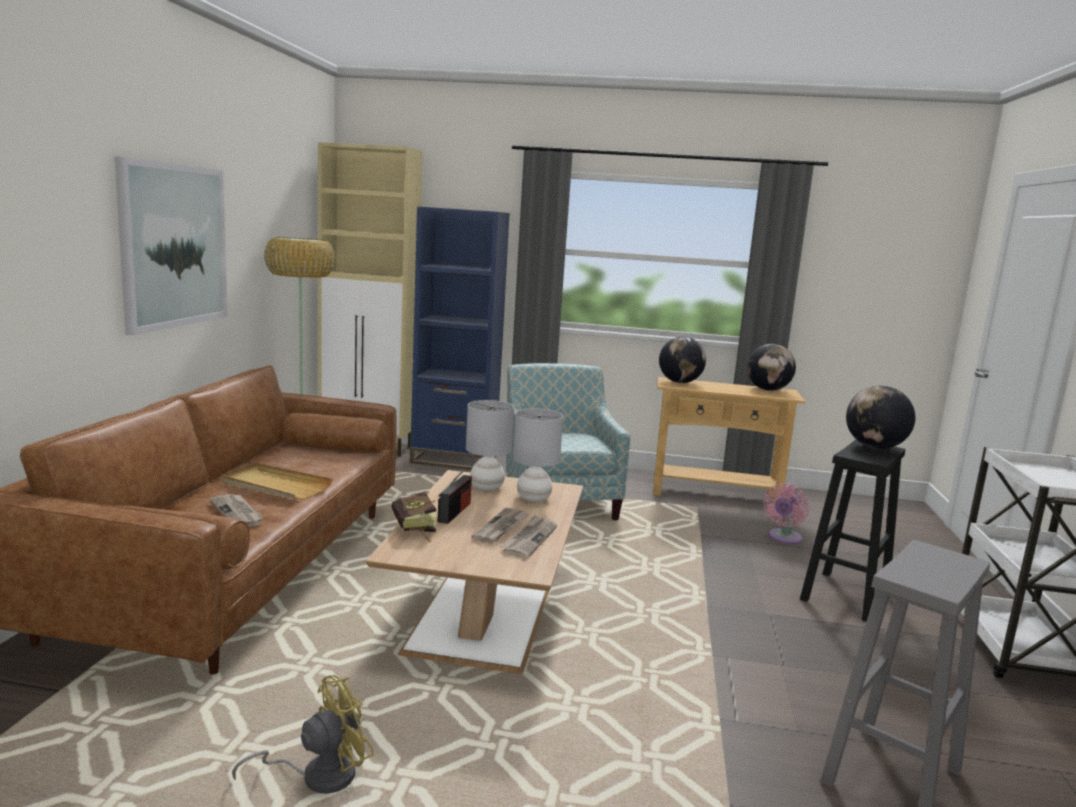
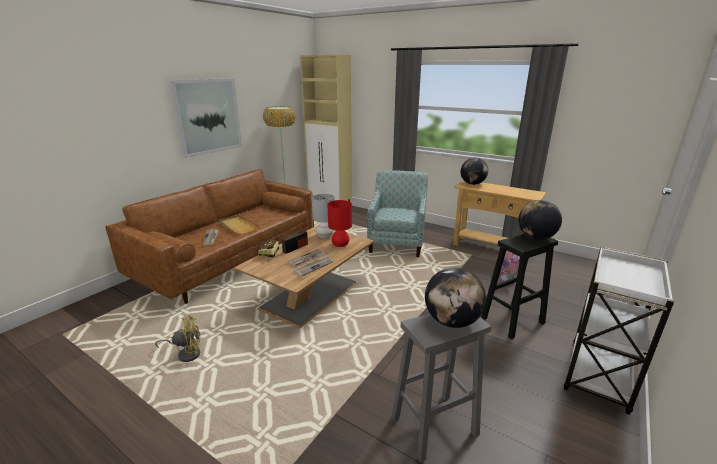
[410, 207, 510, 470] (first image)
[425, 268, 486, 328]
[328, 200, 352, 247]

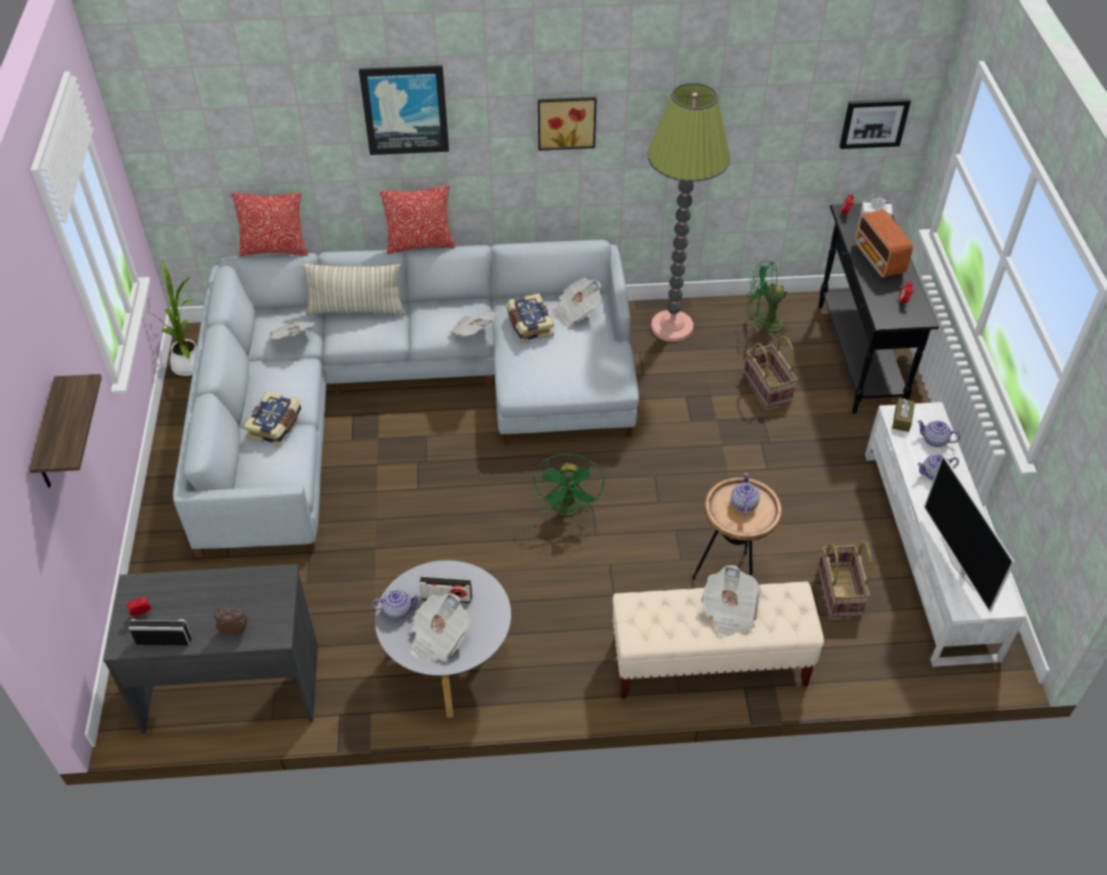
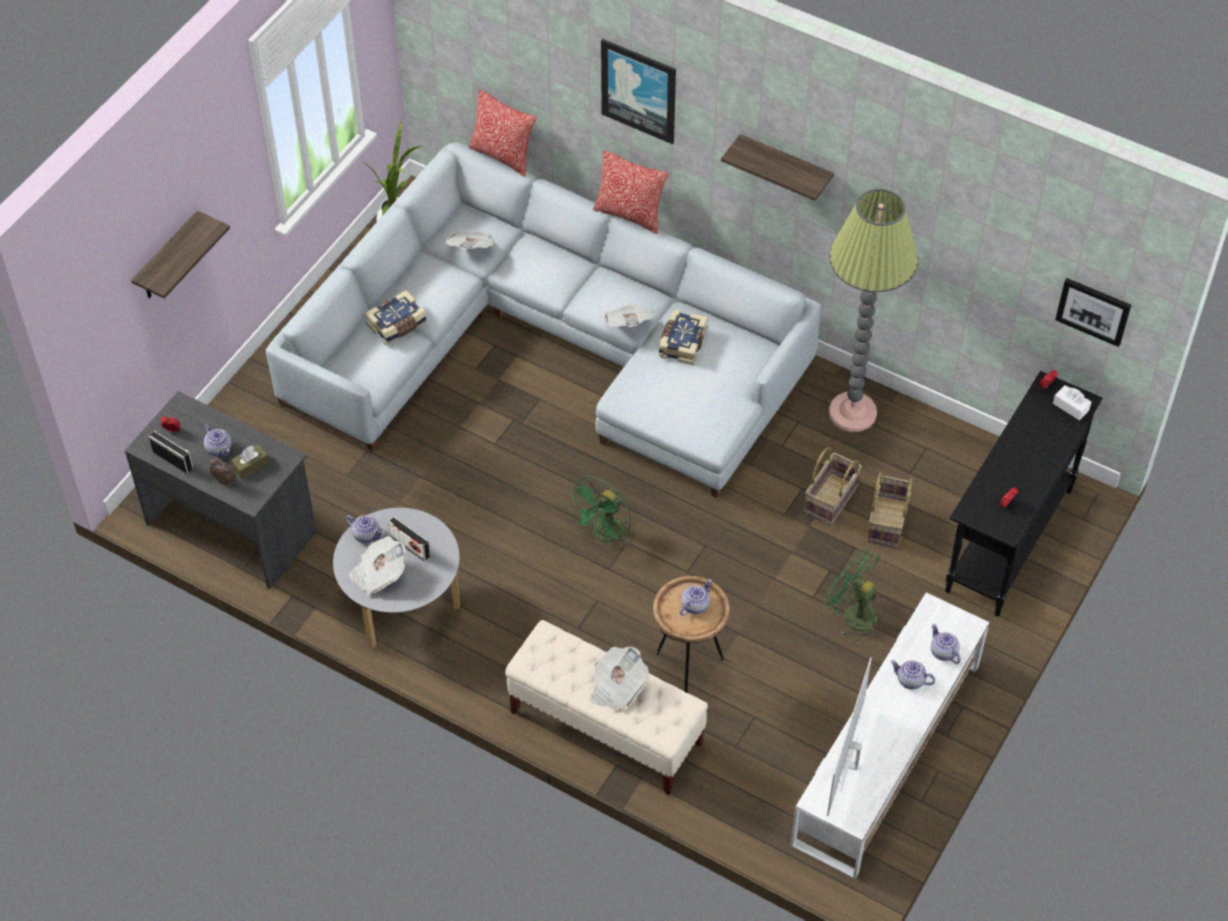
[302, 264, 405, 316] (first image)
[551, 278, 602, 326] (first image)
[855, 209, 913, 278] (first image)
[204, 424, 232, 457]
[824, 549, 880, 640]
[804, 447, 862, 526]
[231, 444, 269, 479]
[721, 134, 834, 201]

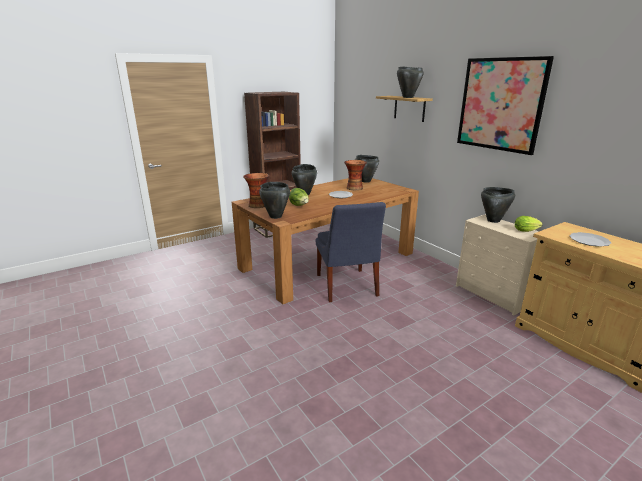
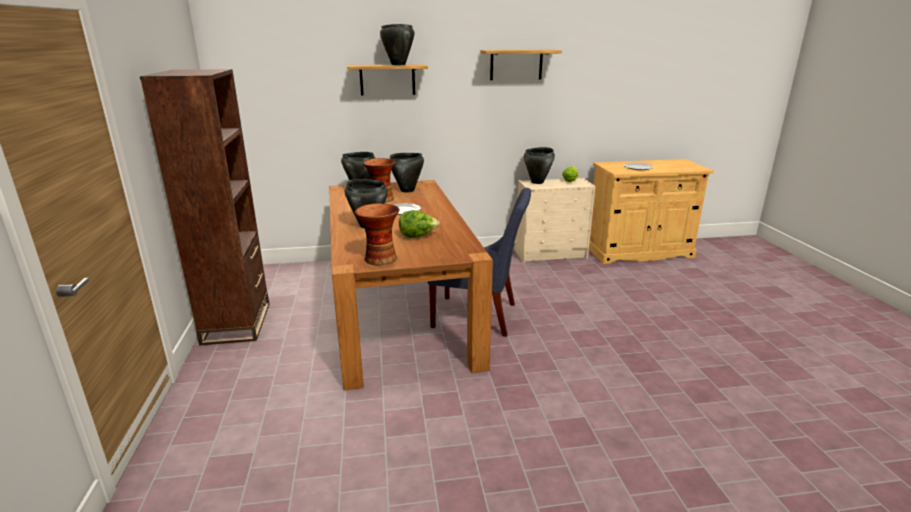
[390, 153, 424, 192]
[480, 50, 562, 80]

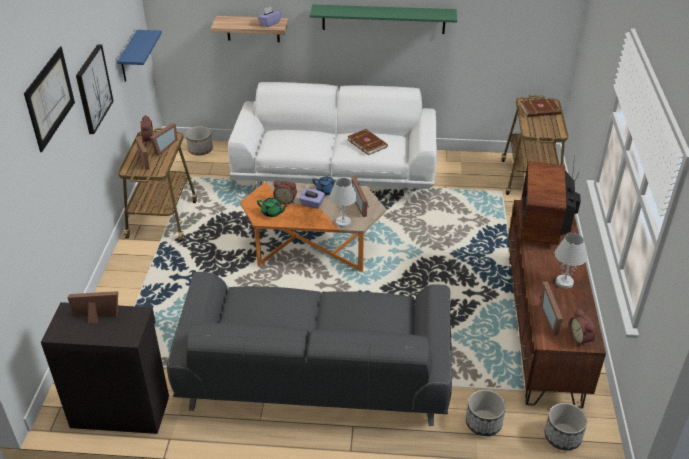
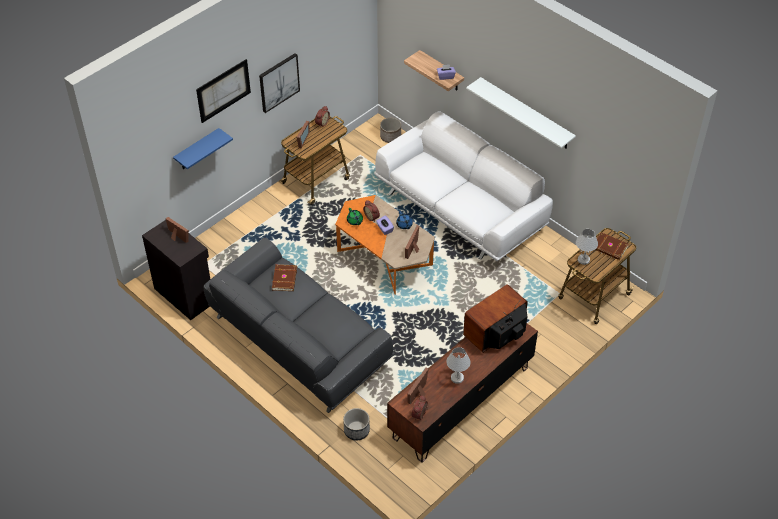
[150, 123, 178, 156] (first image)
[545, 403, 587, 450] (first image)
[173, 128, 233, 169]
[576, 229, 598, 265]
[272, 264, 297, 291]
[466, 77, 576, 148]

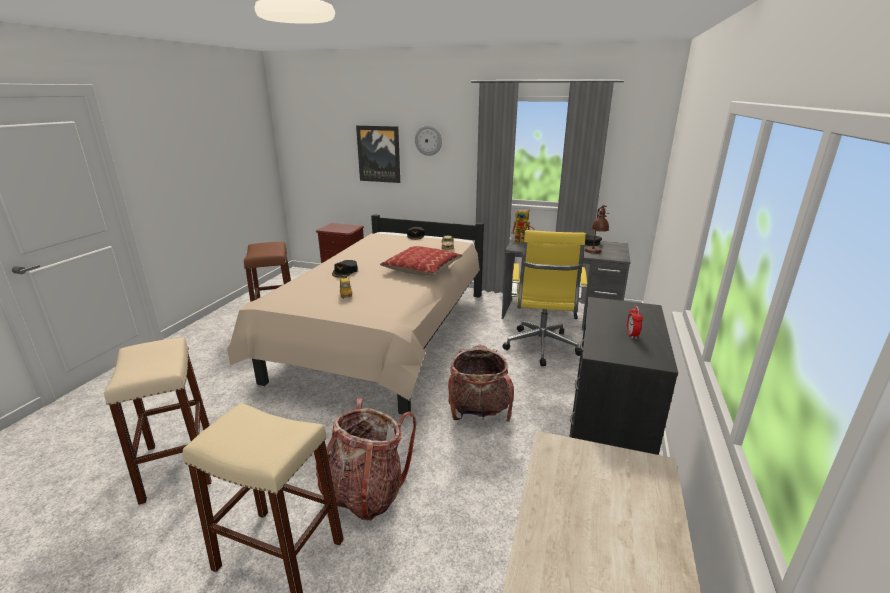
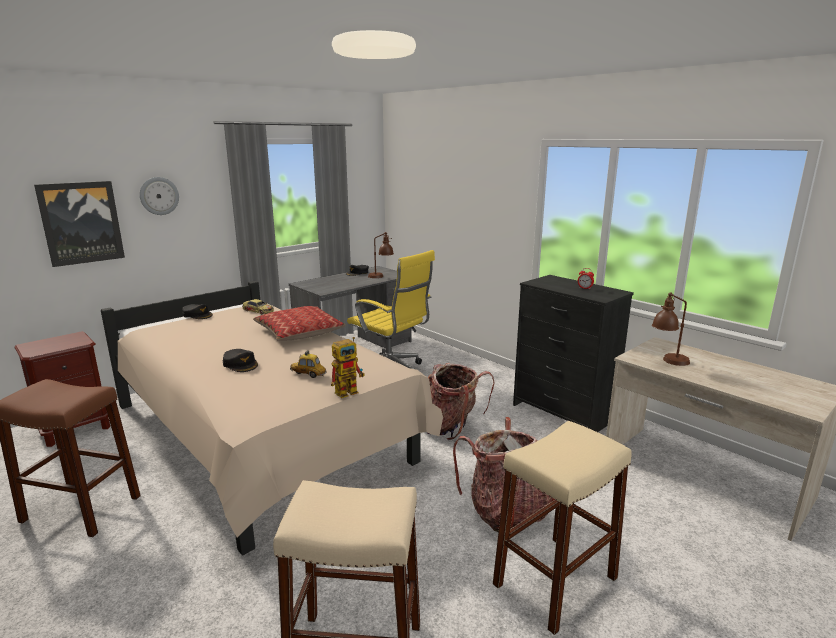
[652, 293, 690, 366]
[331, 337, 365, 398]

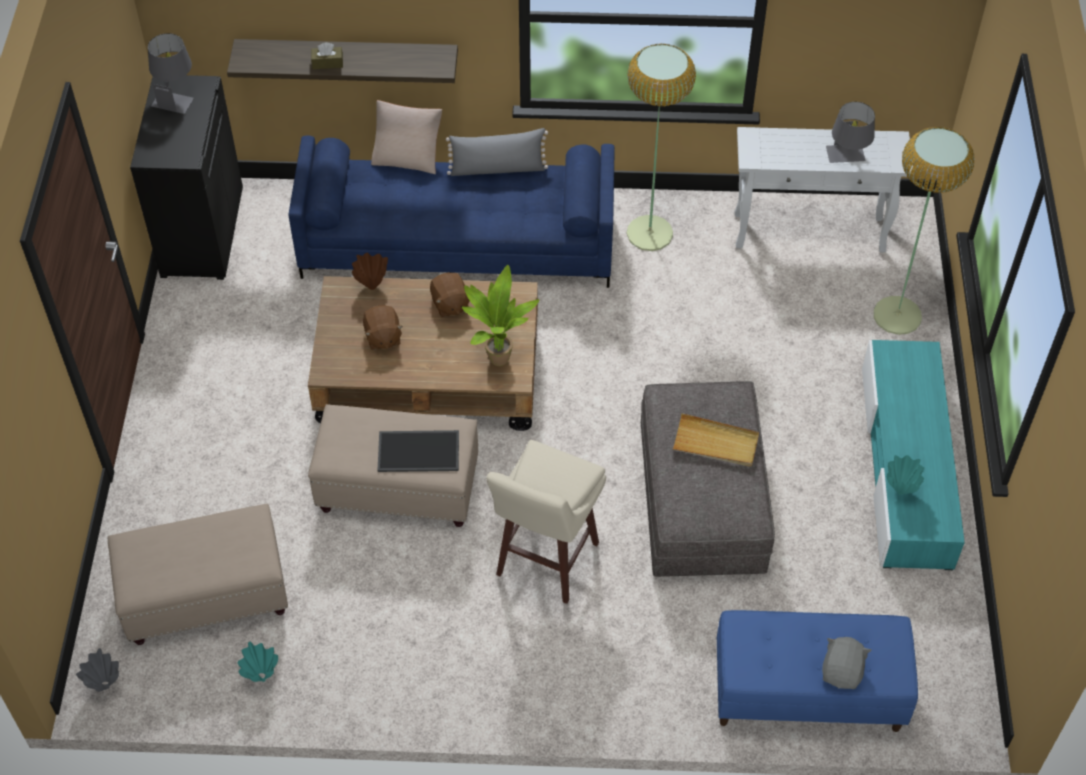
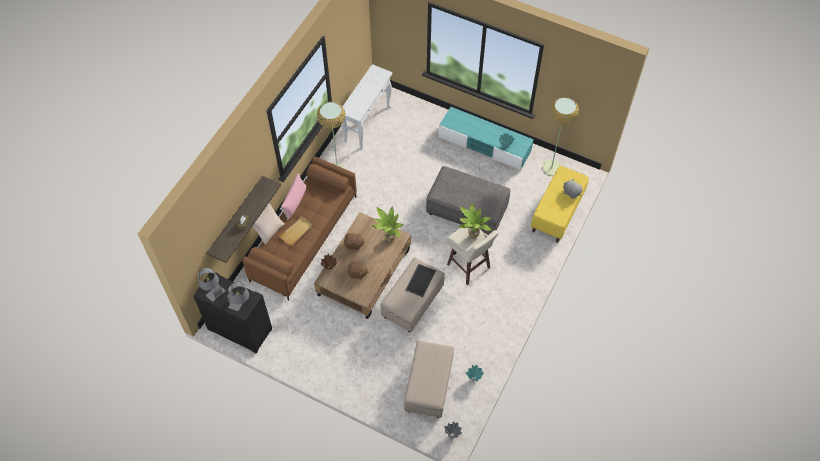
[459, 203, 492, 239]
[279, 216, 313, 246]
[227, 282, 249, 311]
[542, 97, 579, 176]
[242, 156, 357, 301]
[280, 173, 306, 220]
[531, 166, 589, 243]

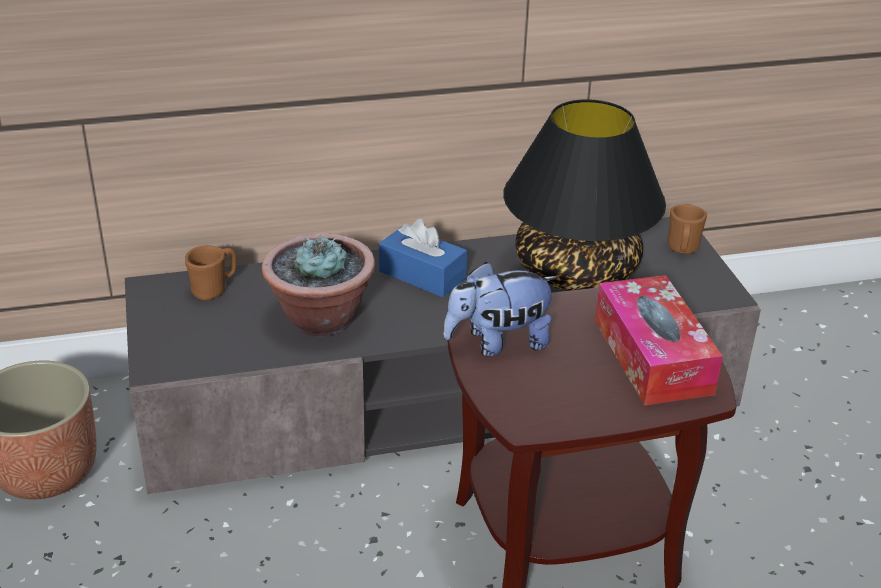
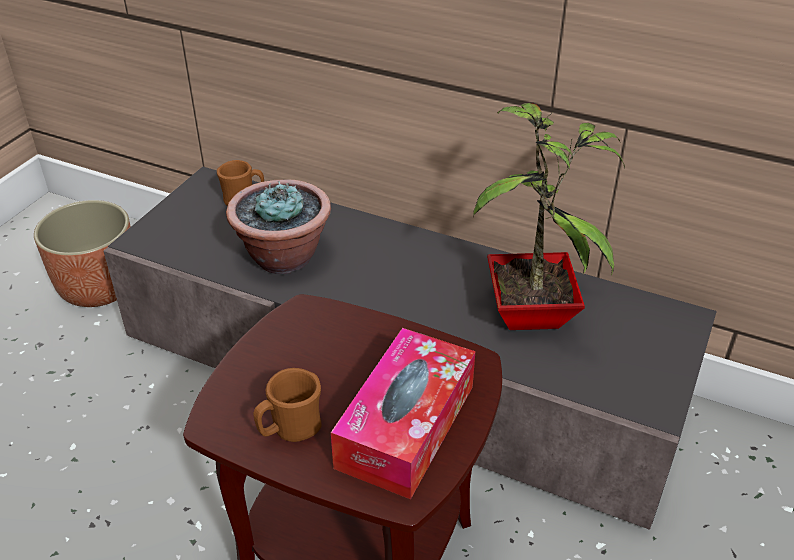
[379, 219, 467, 297] (first image)
[443, 262, 558, 356] (first image)
[253, 368, 321, 442]
[473, 103, 625, 330]

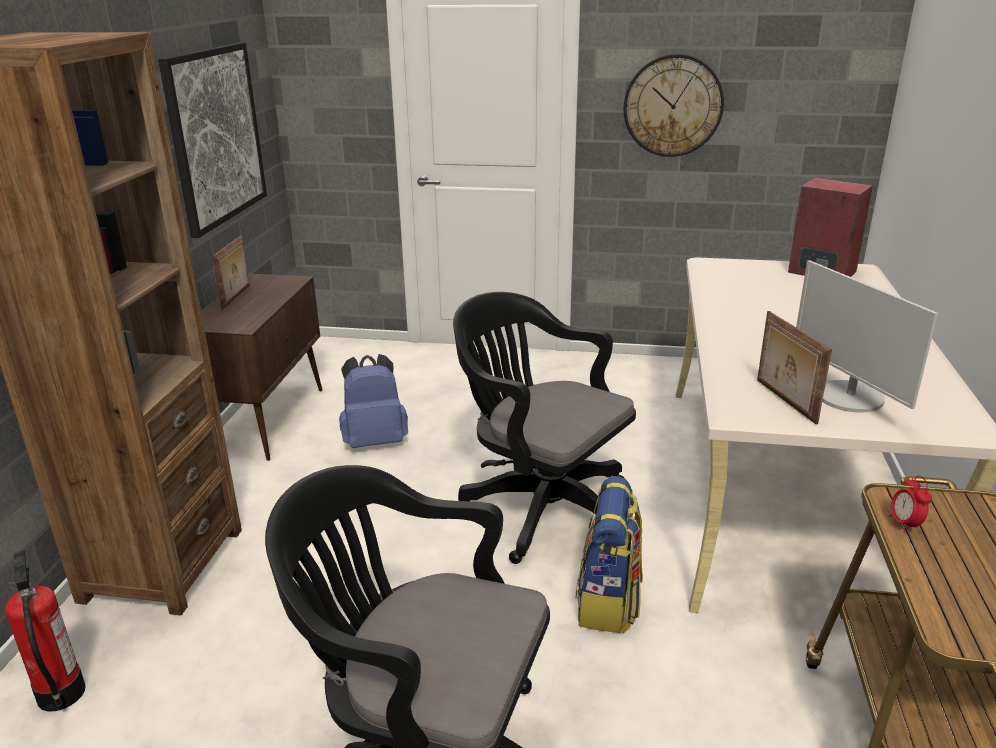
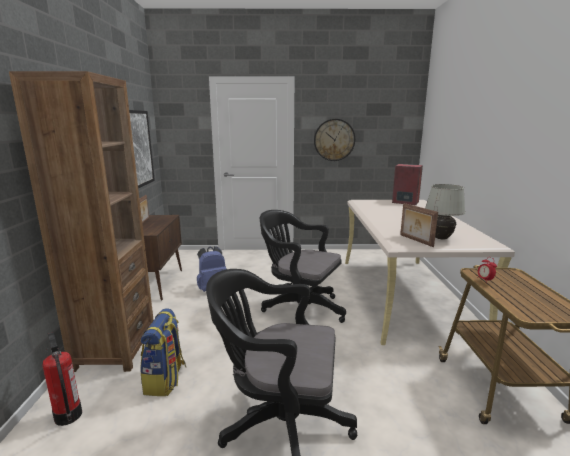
[140, 308, 186, 396]
[425, 184, 465, 239]

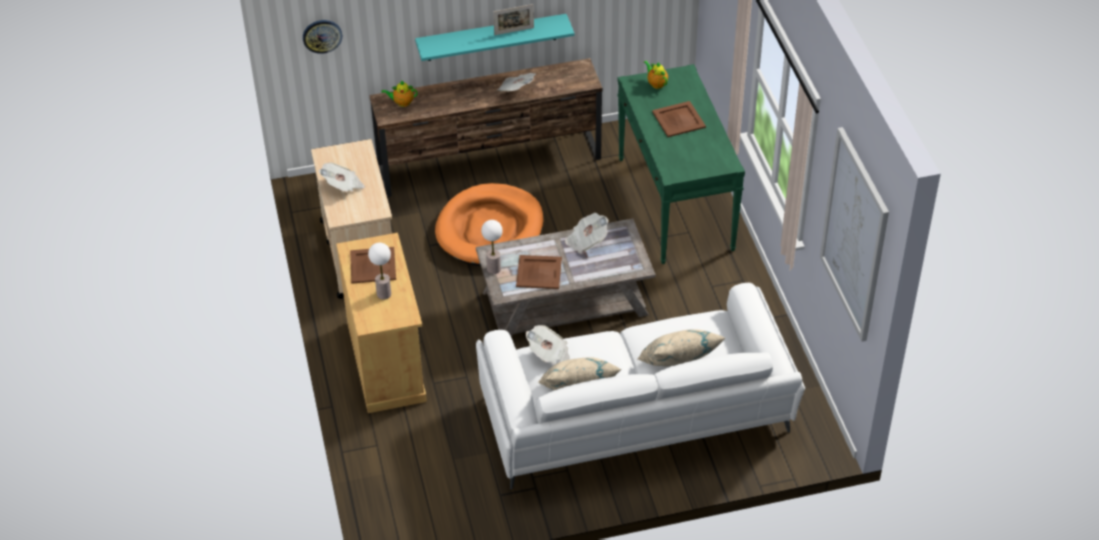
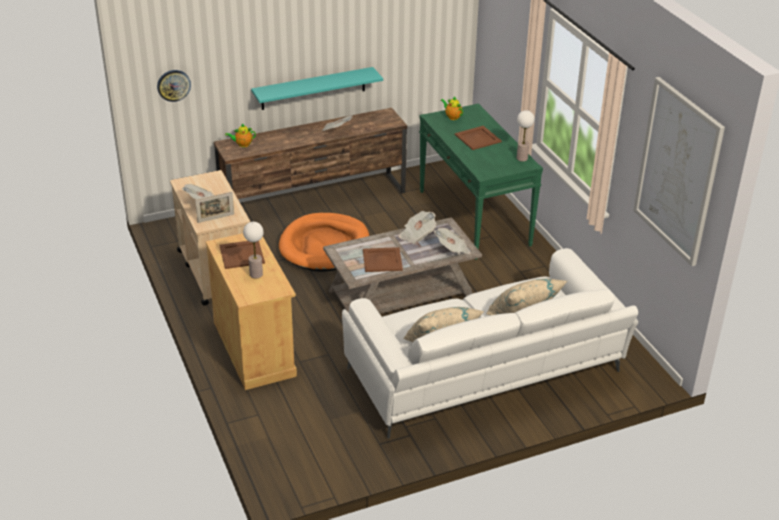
[517, 110, 535, 162]
[195, 192, 234, 223]
[434, 228, 471, 254]

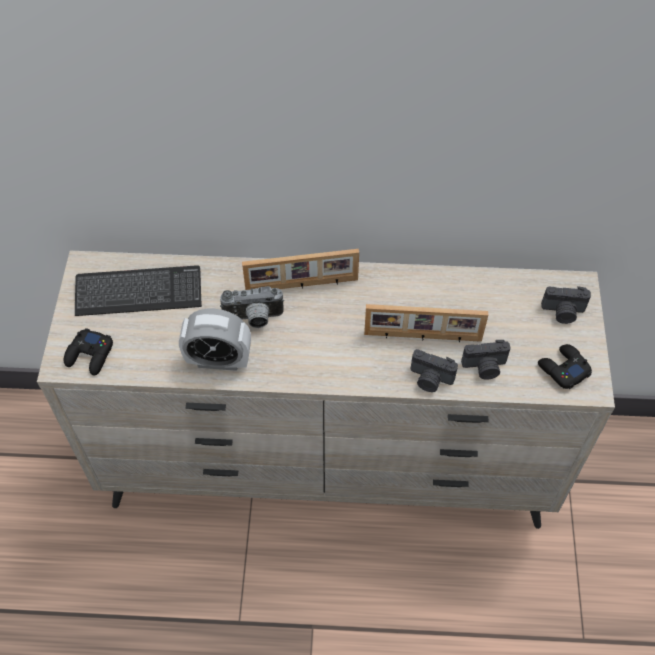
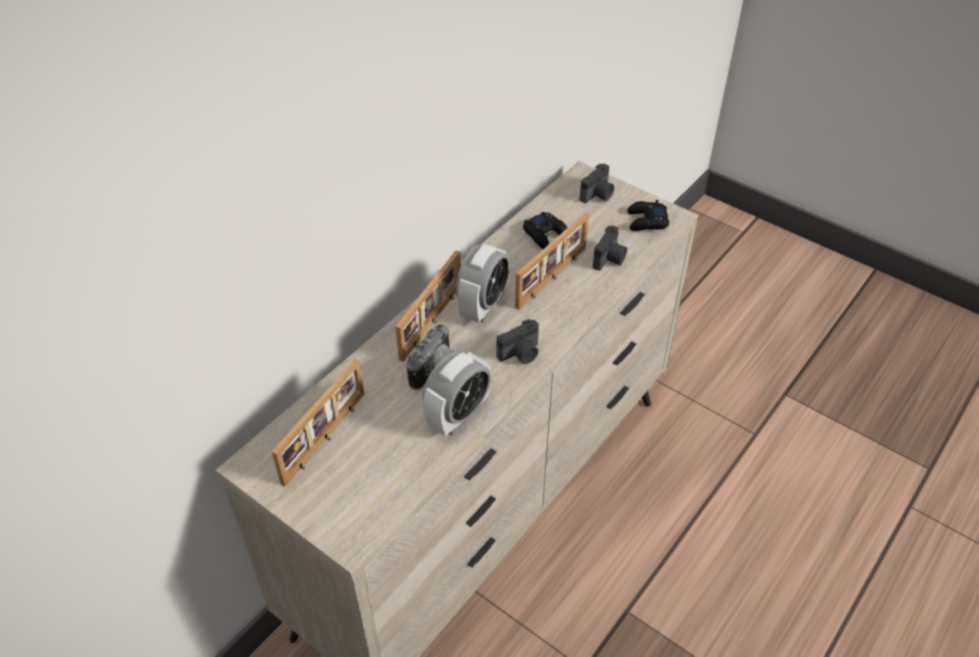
[456, 244, 510, 323]
[523, 212, 567, 249]
[496, 319, 539, 364]
[272, 359, 364, 487]

